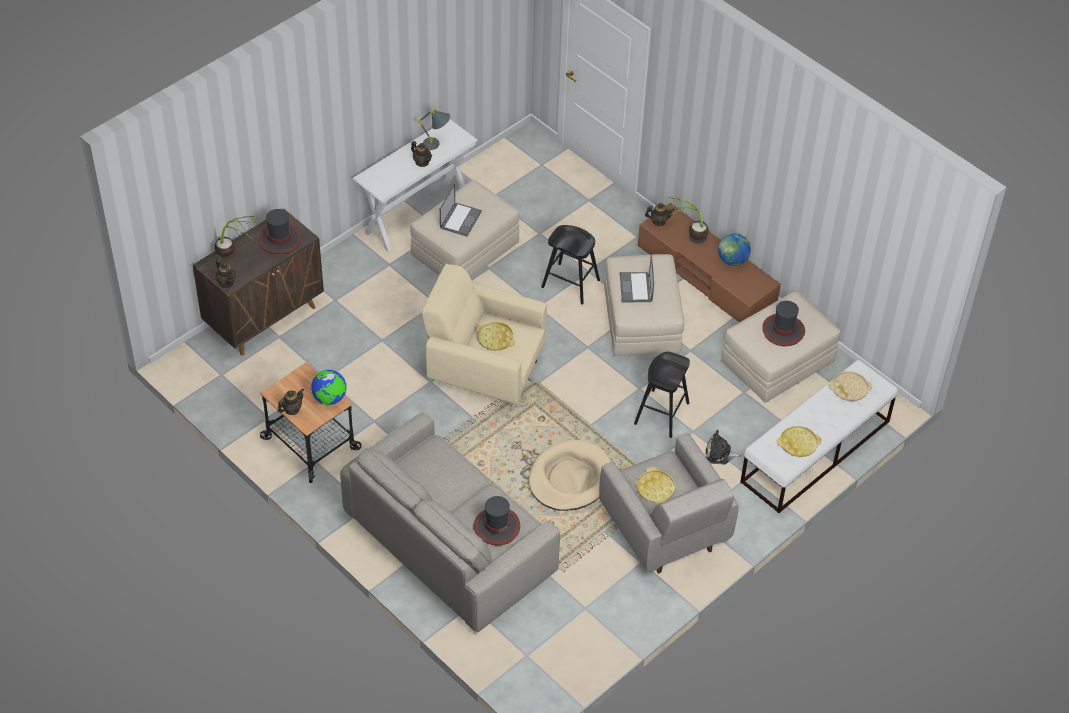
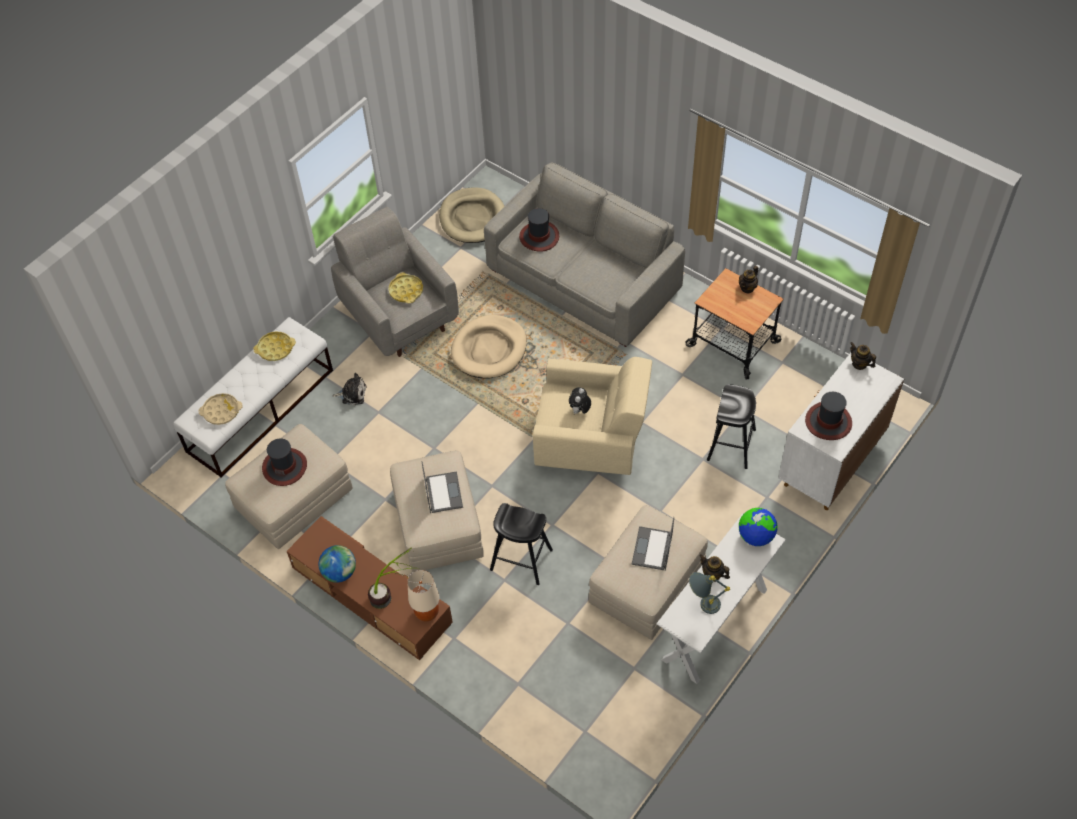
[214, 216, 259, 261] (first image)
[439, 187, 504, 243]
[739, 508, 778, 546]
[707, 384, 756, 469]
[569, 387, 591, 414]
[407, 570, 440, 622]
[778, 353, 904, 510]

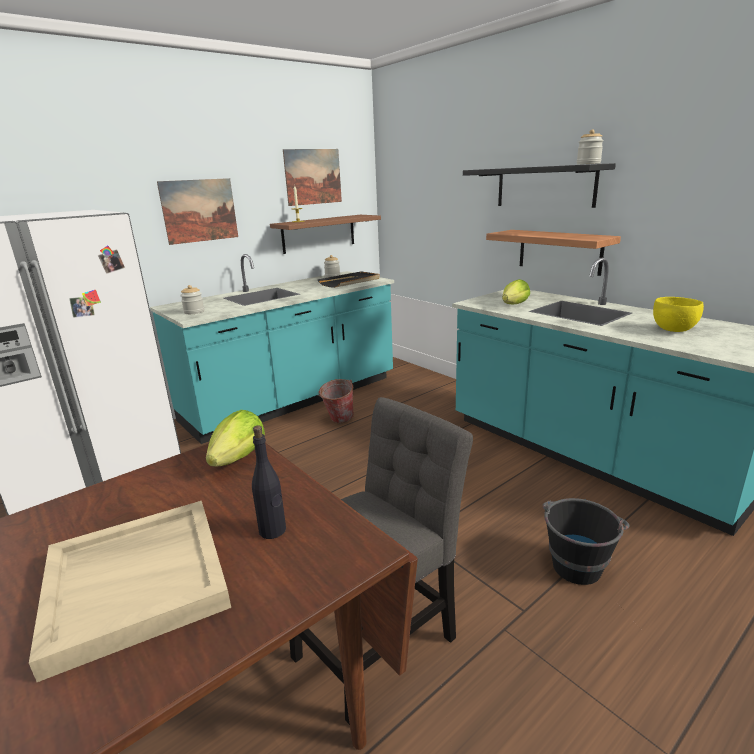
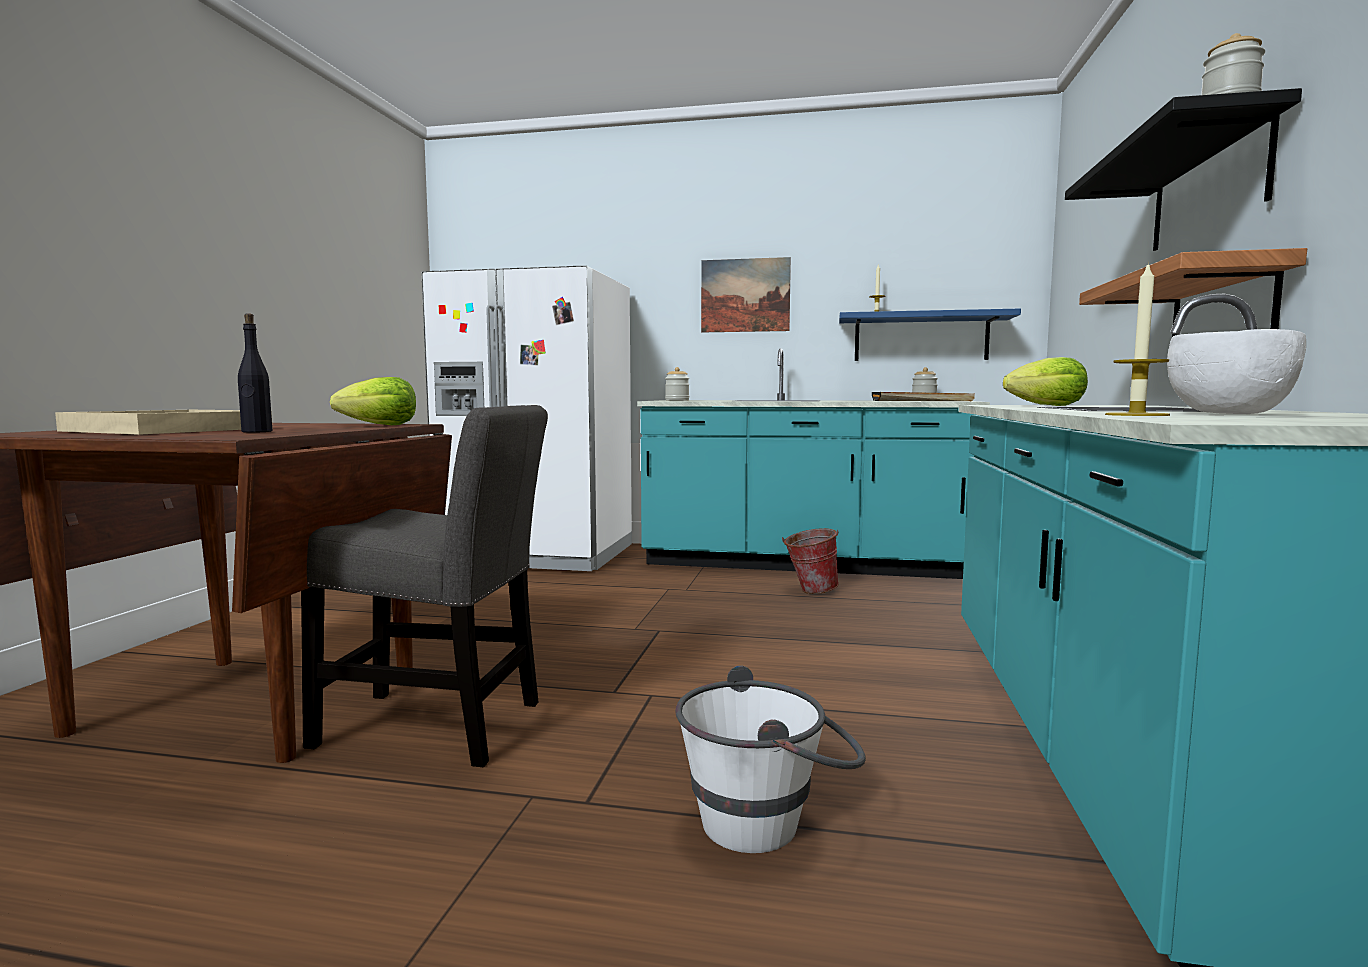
[283, 149, 342, 206] (first image)
[1105, 262, 1170, 416]
[839, 308, 1021, 361]
[675, 665, 866, 853]
[1167, 329, 1306, 414]

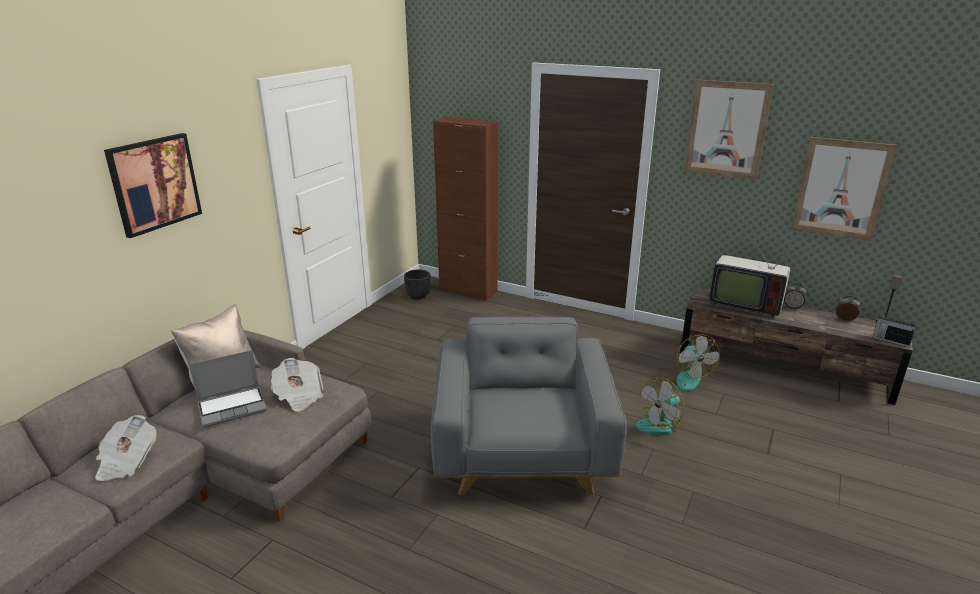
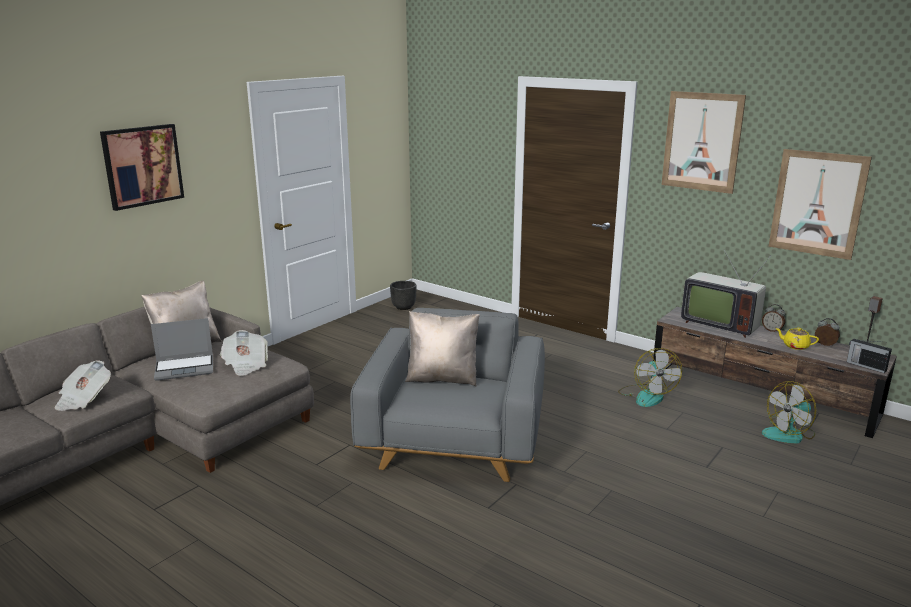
[433, 117, 498, 301] (first image)
[405, 311, 480, 387]
[775, 328, 819, 350]
[762, 381, 816, 443]

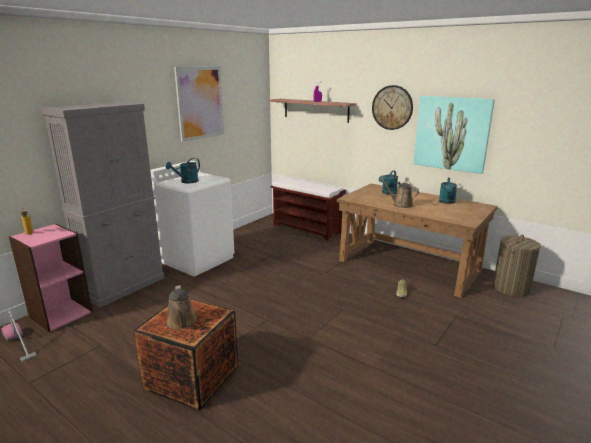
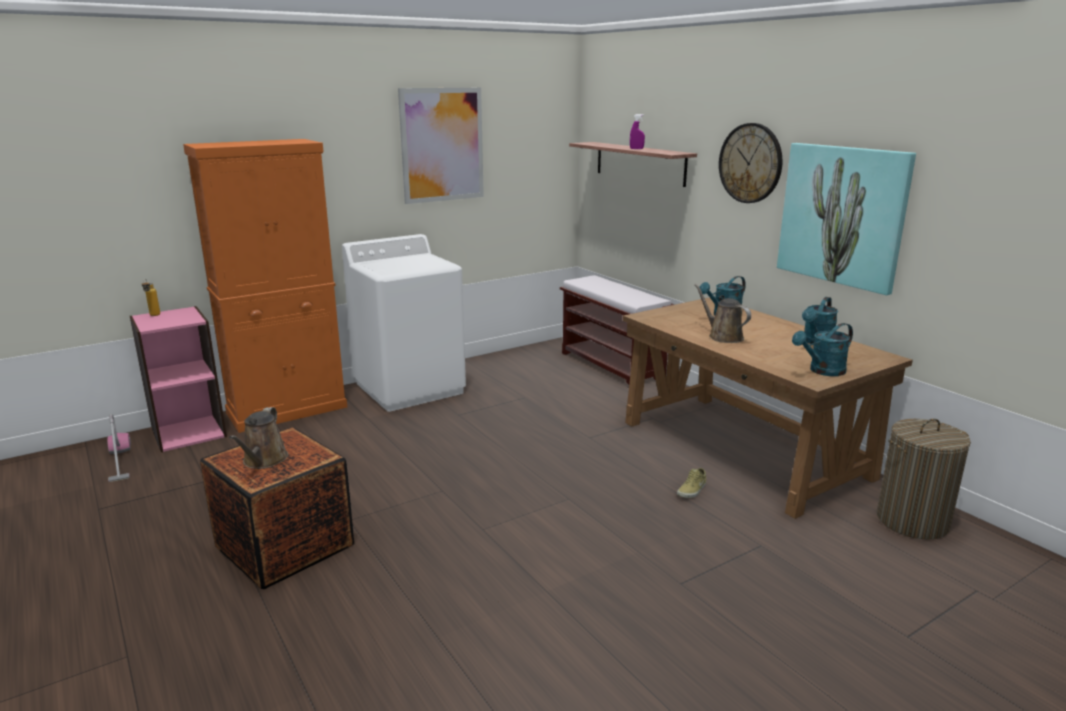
[792, 323, 853, 376]
[183, 139, 347, 433]

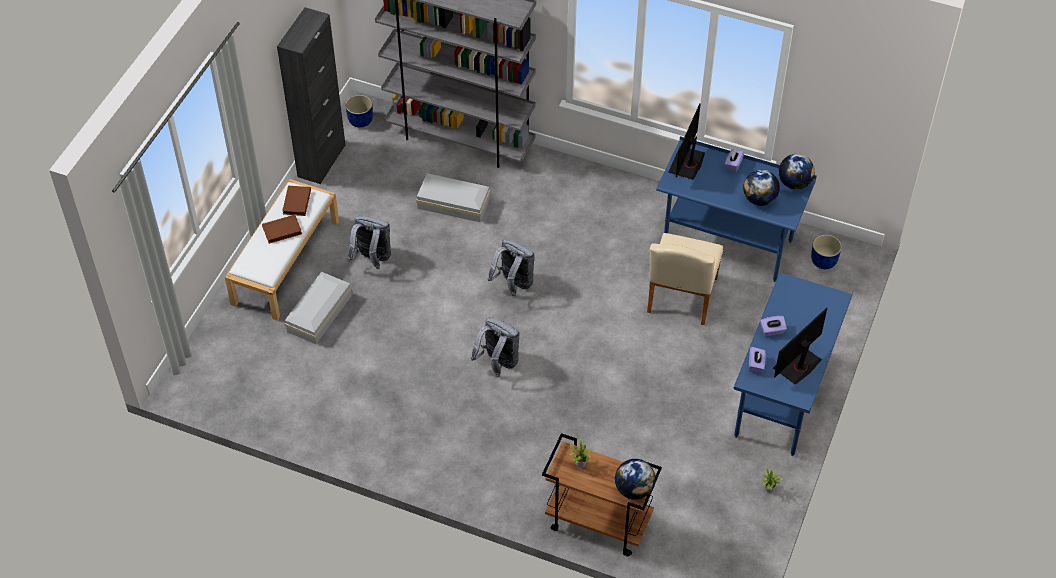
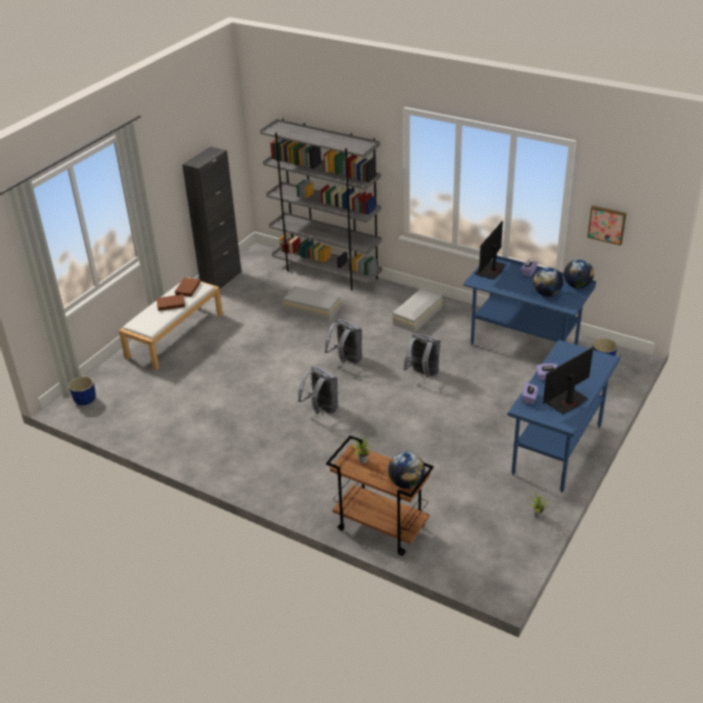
[647, 233, 723, 325] (first image)
[587, 206, 626, 246]
[392, 289, 443, 333]
[69, 376, 96, 405]
[403, 333, 441, 378]

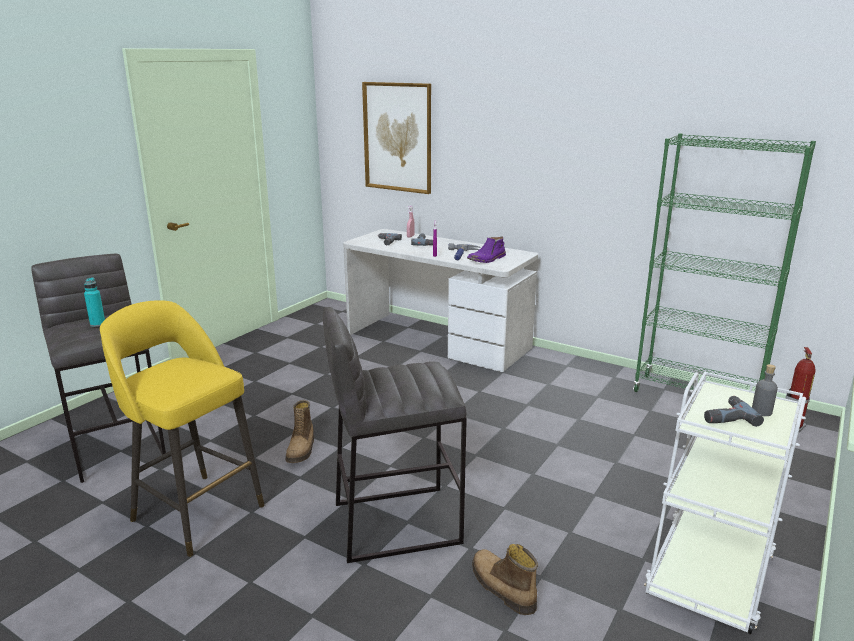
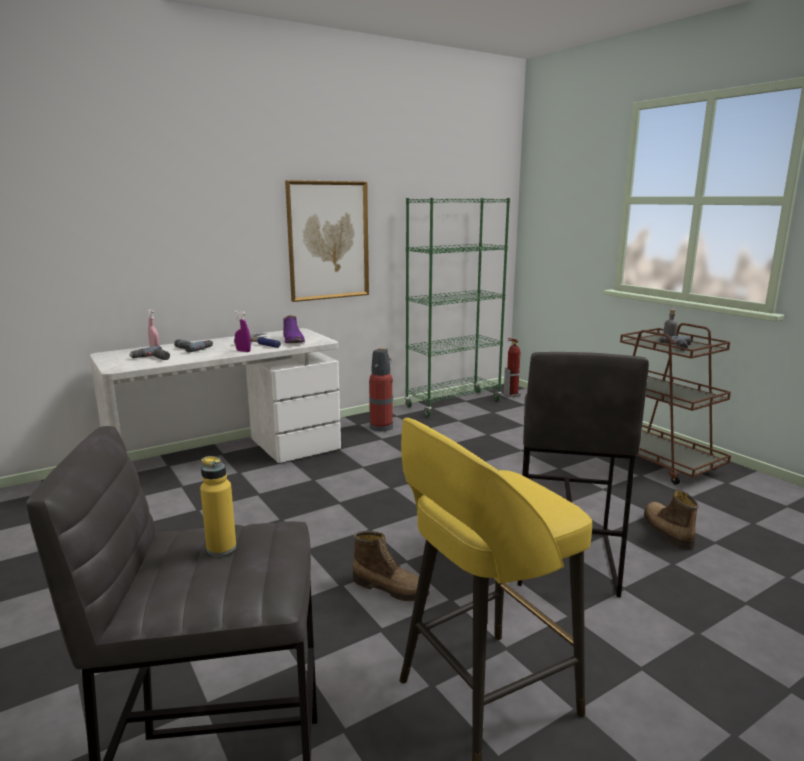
[369, 348, 393, 431]
[285, 180, 369, 302]
[200, 456, 236, 556]
[610, 323, 731, 485]
[644, 490, 699, 549]

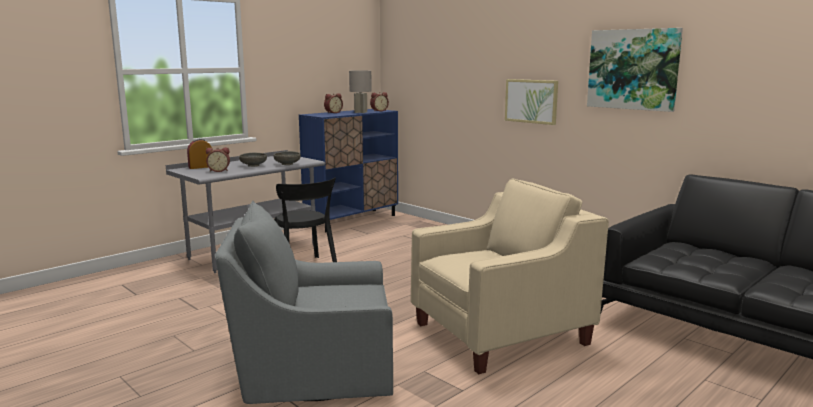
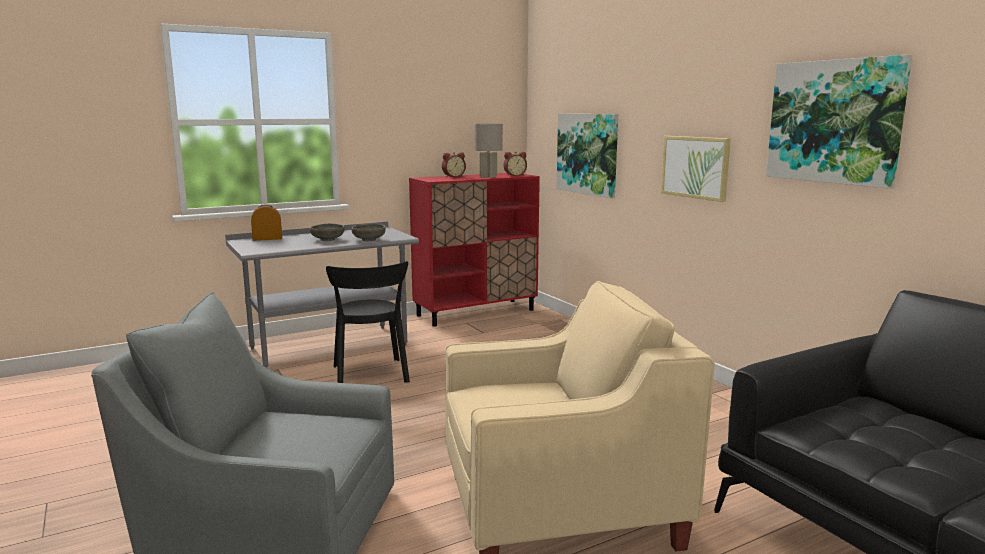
[206, 147, 230, 172] (first image)
[556, 114, 618, 199]
[409, 173, 540, 327]

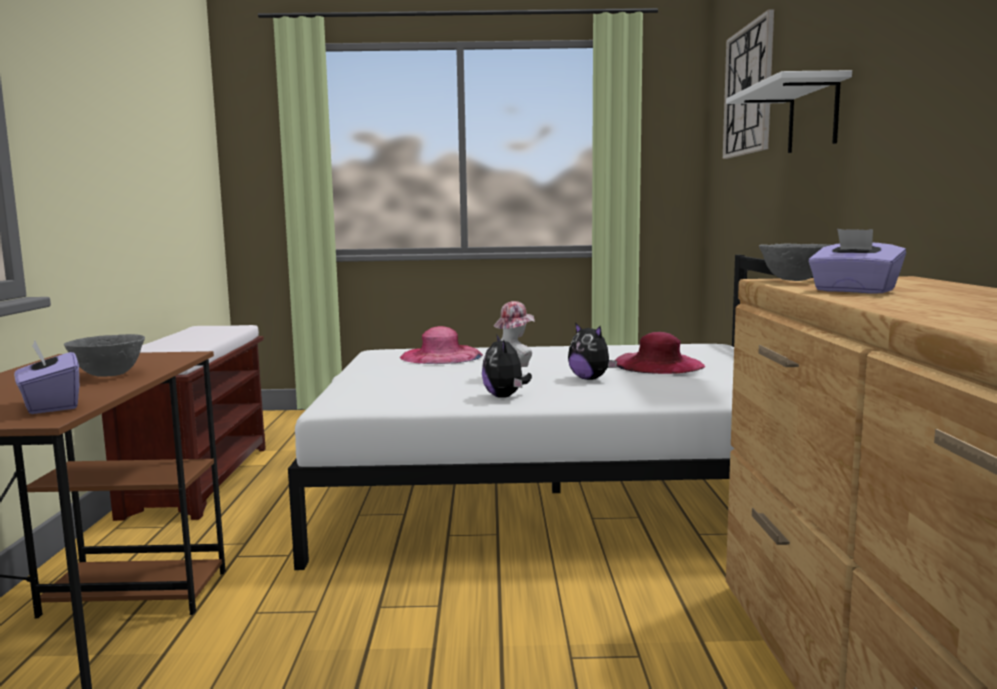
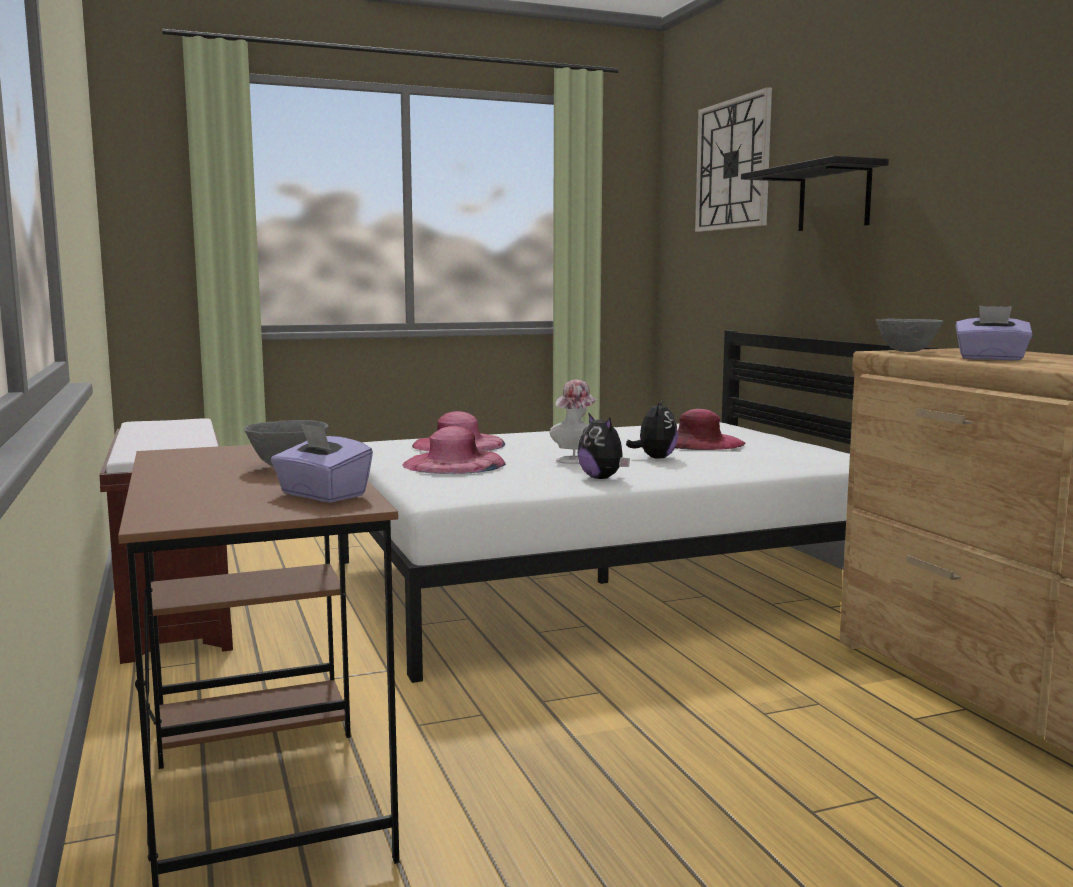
[403, 426, 506, 474]
[741, 156, 889, 231]
[626, 399, 678, 459]

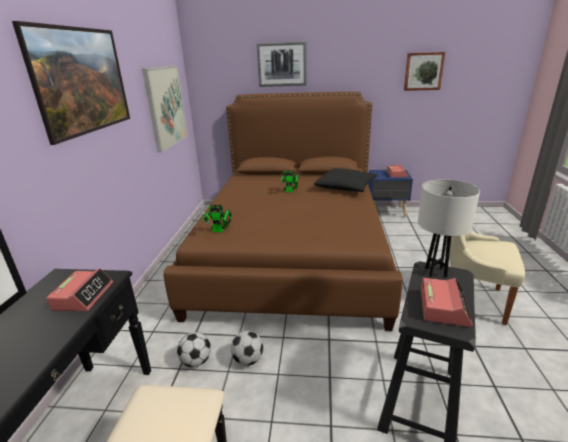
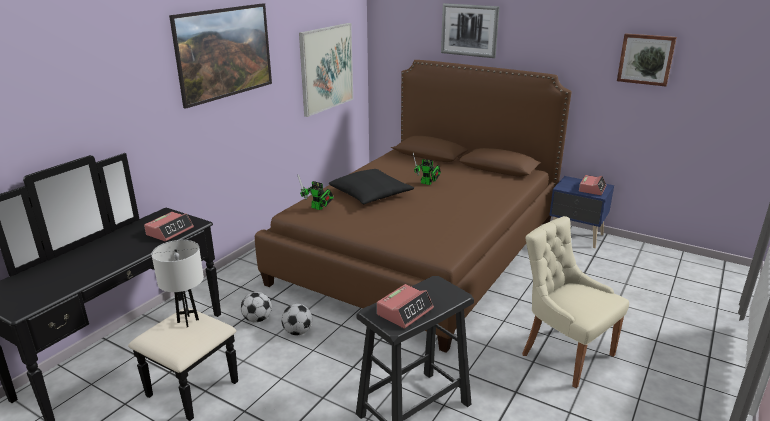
[329, 169, 414, 204]
[151, 240, 204, 327]

